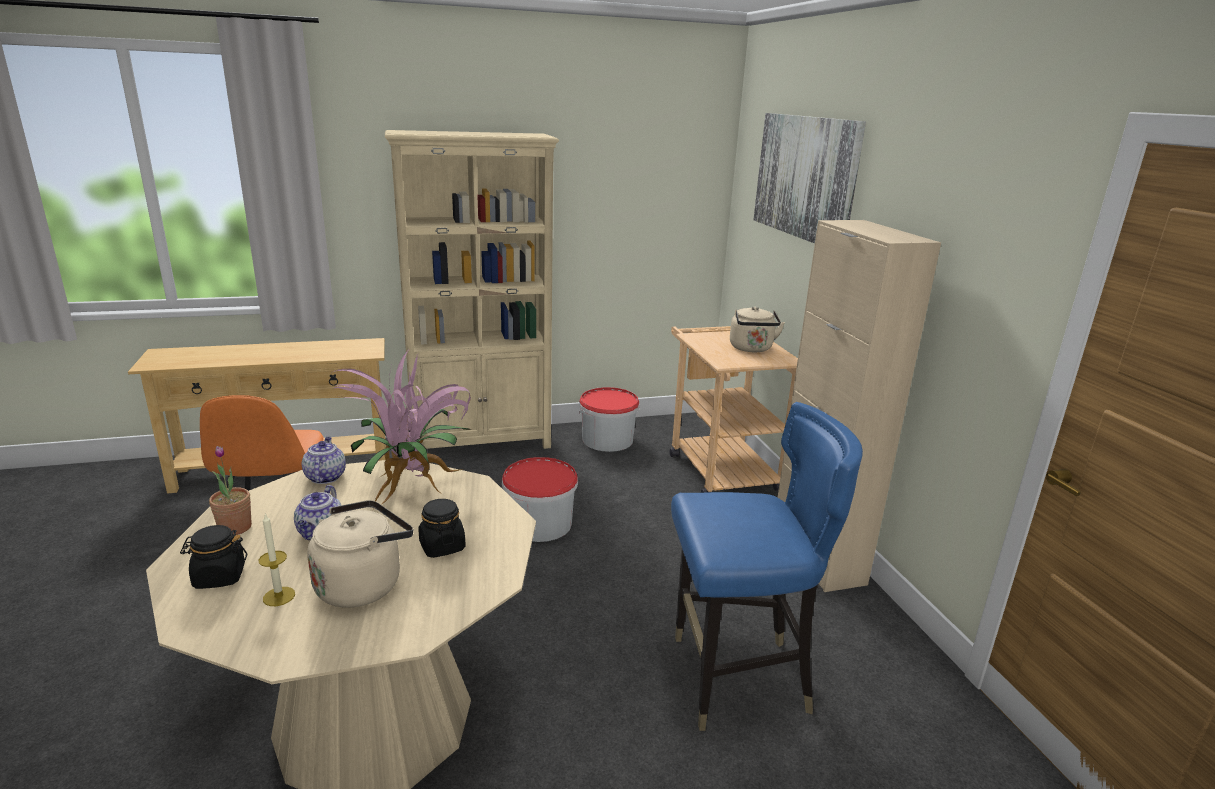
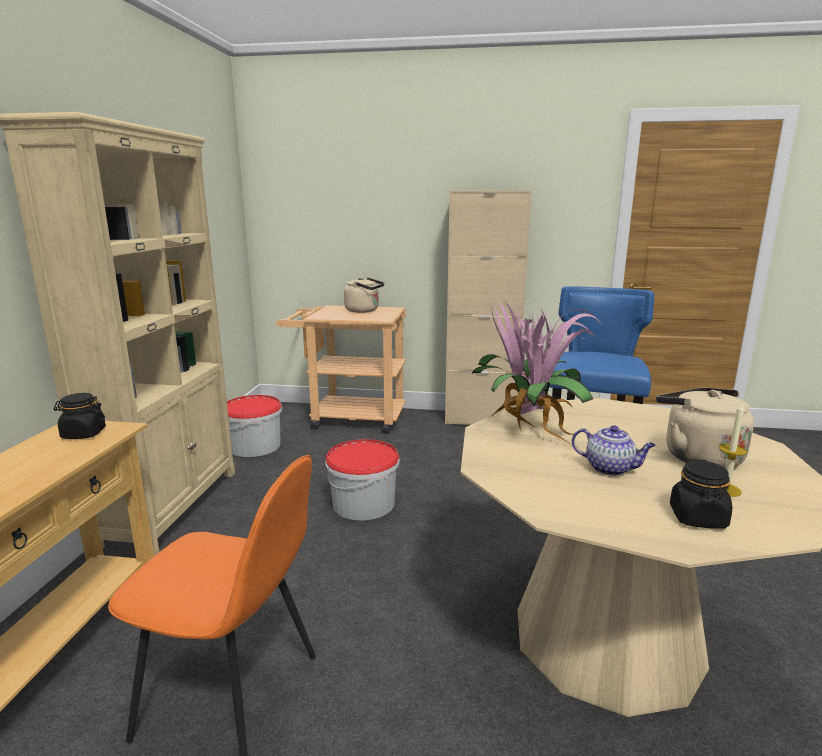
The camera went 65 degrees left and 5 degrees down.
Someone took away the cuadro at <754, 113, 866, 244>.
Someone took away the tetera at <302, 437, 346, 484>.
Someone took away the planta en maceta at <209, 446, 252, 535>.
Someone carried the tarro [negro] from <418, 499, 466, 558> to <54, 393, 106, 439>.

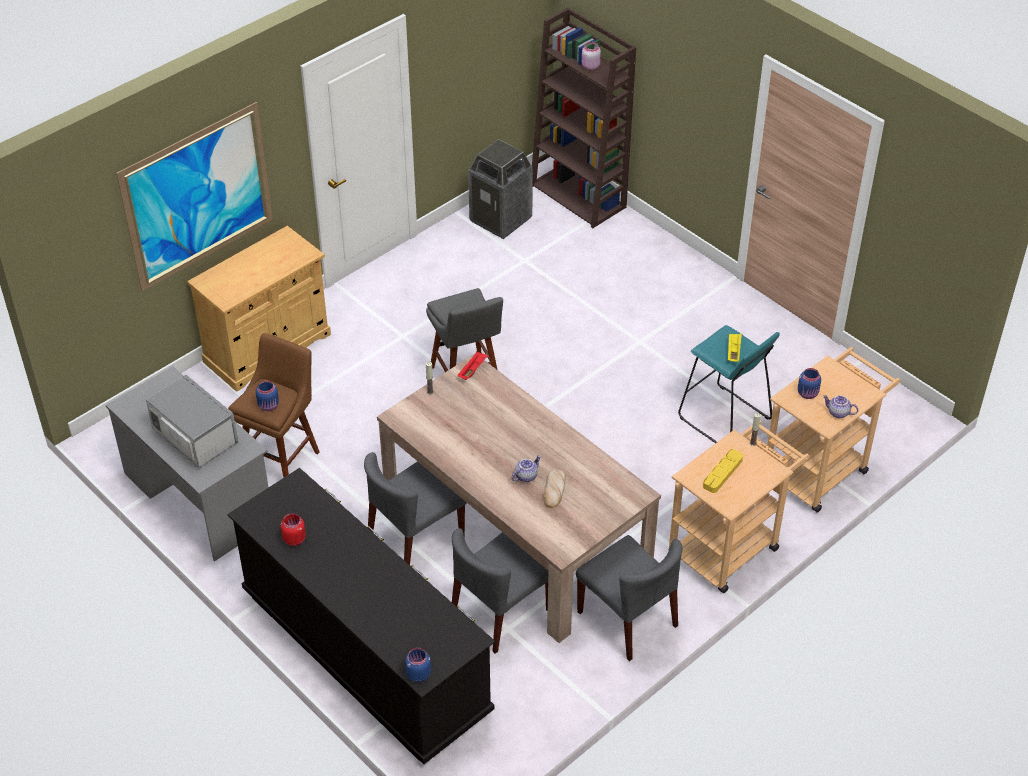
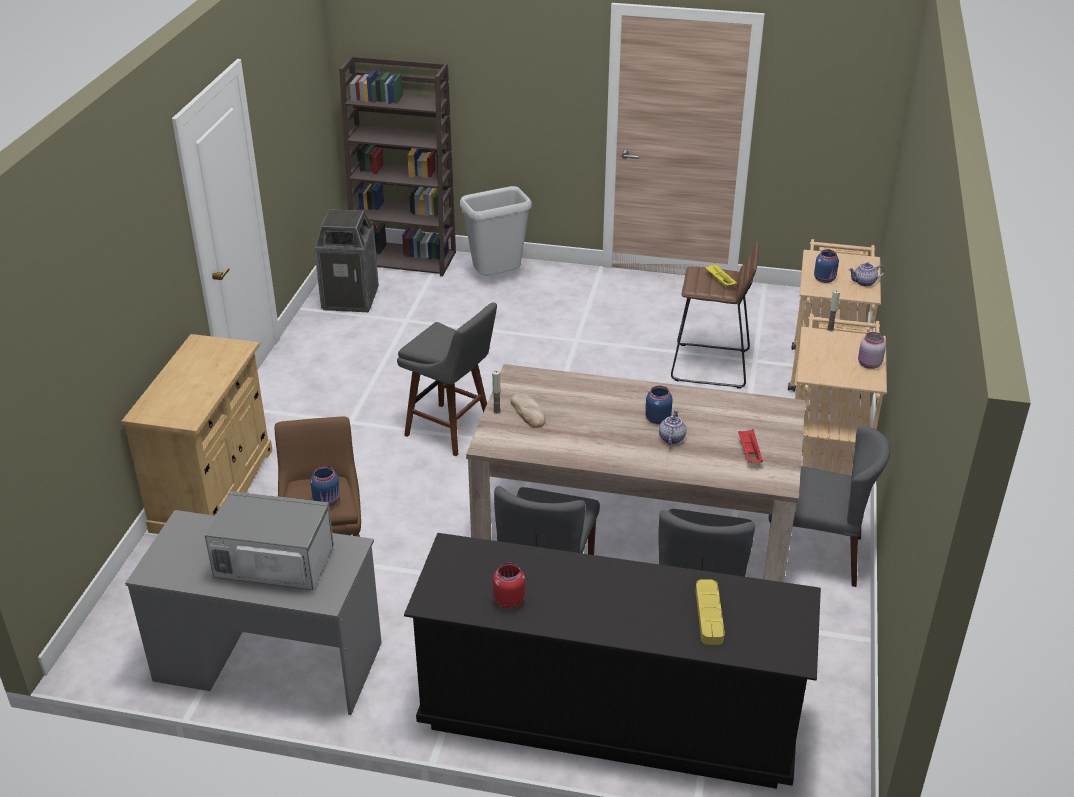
The camera went 35 degrees left and 10 degrees down.
Someone carried the tarro [rosa] from <582, 42, 601, 70> to <858, 332, 886, 369>.
Someone took away the cuadro at <116, 102, 273, 291>.
Someone repainted the taburete [turquesa] at <678, 325, 780, 443>, which became the taburete [marrón] at <671, 242, 759, 389>.
Someone carried the bandeja [rojo] from <458, 351, 489, 380> to <738, 429, 763, 462>.
Someone carried the bandeja [amarillo] from <703, 449, 743, 493> to <695, 579, 725, 645>.
Someone carried the pan from <543, 469, 566, 508> to <511, 393, 545, 428>.
Someone carried the tarro [azul] from <405, 648, 431, 682> to <645, 386, 673, 425>.
Someone put down the papelera [gris] at <460, 186, 532, 276>.

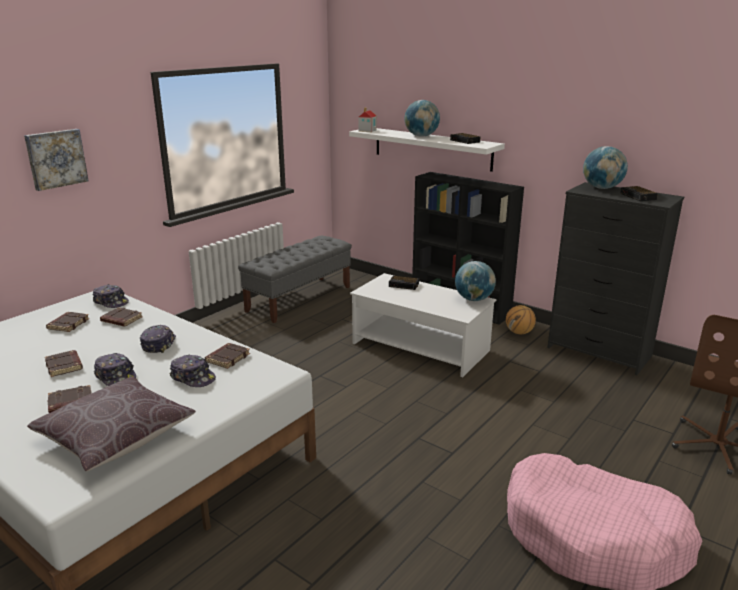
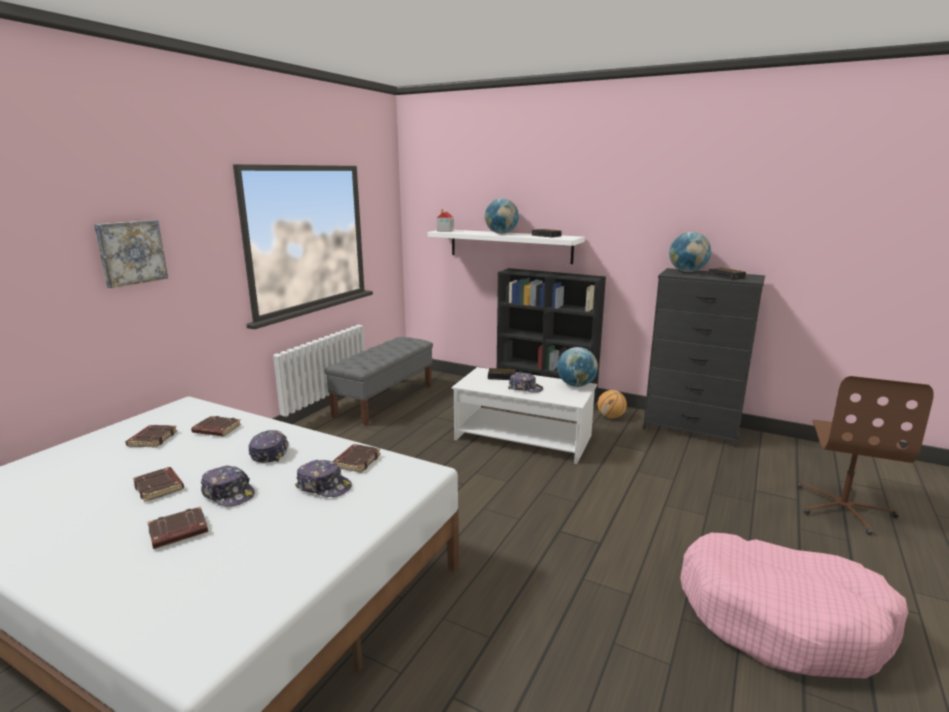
The camera went 10 degrees left and 5 degrees down.
Someone carried the gorra from <92, 284, 129, 308> to <508, 372, 543, 393>.
Someone took away the cojín [marrón] at <27, 377, 196, 472>.

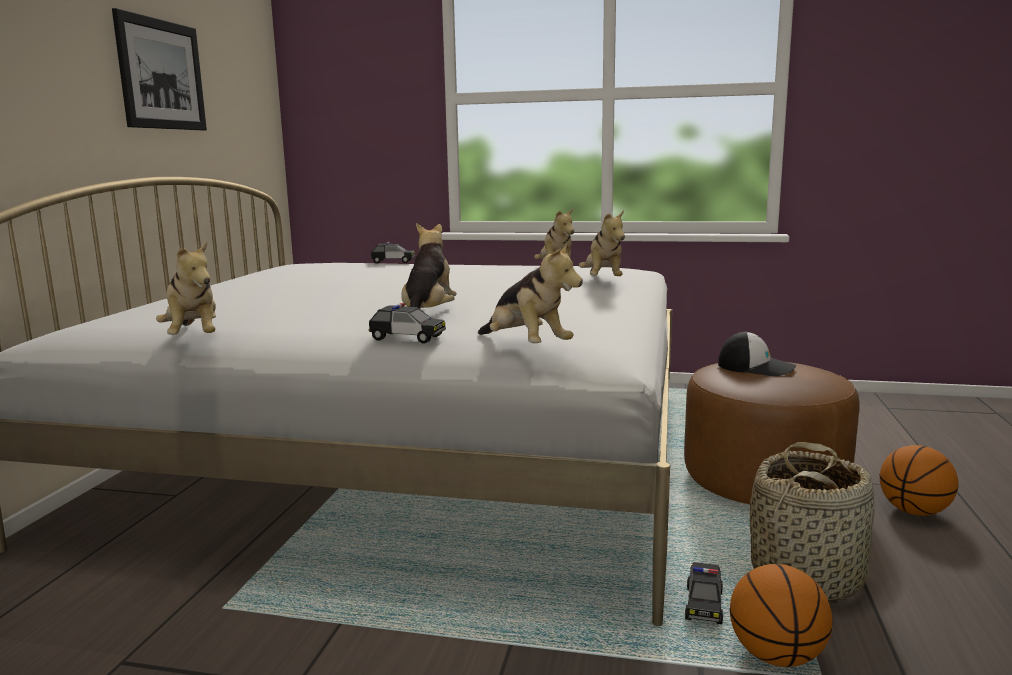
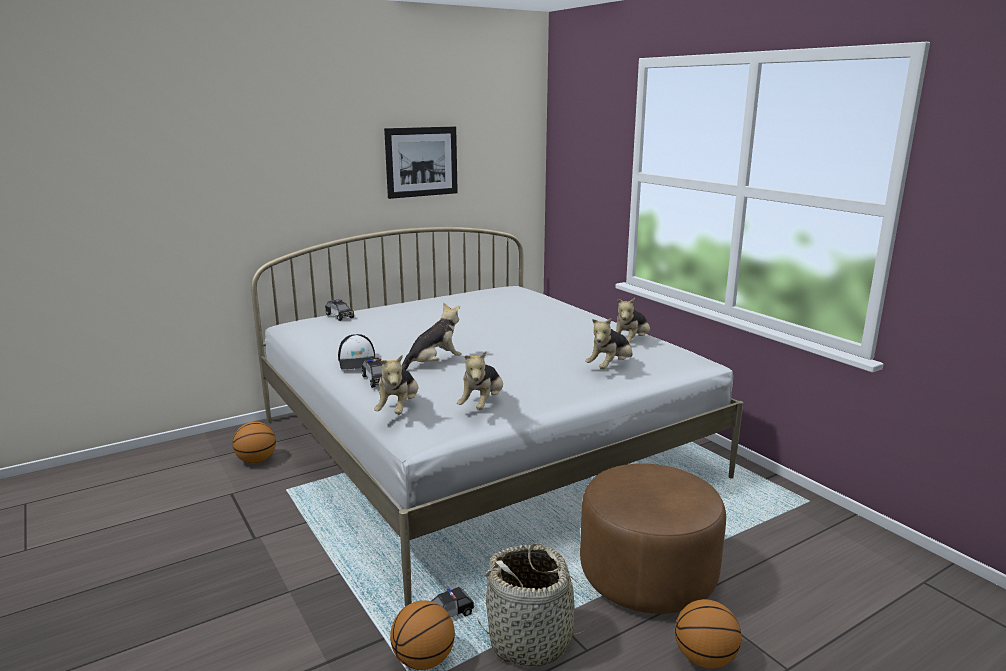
The camera went 45 degrees right and 5 degrees up.
Someone carried the peluche from <156, 241, 216, 335> to <457, 351, 503, 410>.
Someone carried the coche de juguete from <370, 242, 415, 263> to <325, 299, 354, 321>.
Someone carried the gorra from <718, 332, 796, 376> to <338, 334, 375, 370>.
Someone put down the balón de baloncesto at <232, 422, 276, 463>.

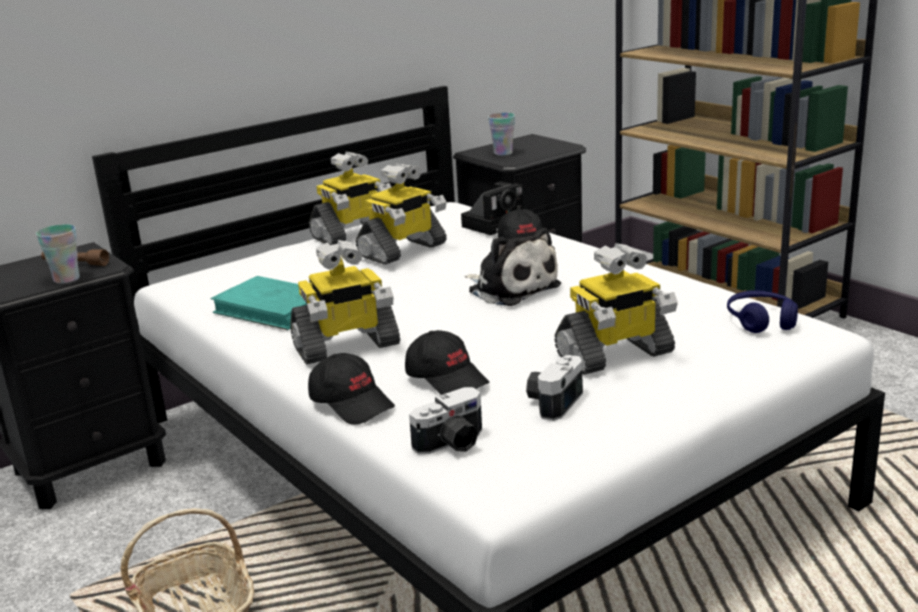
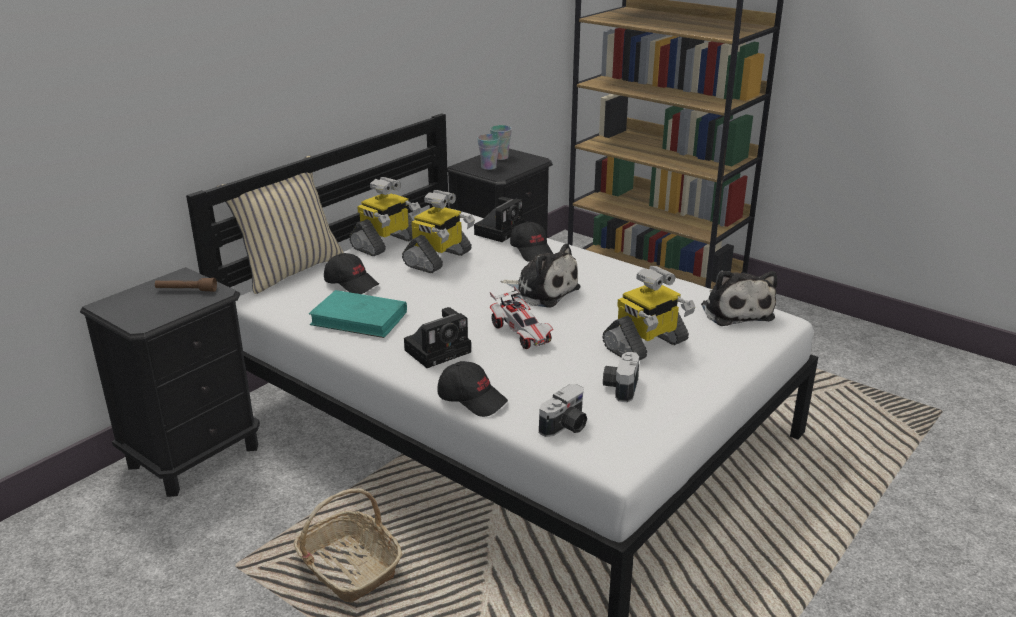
The camera went 15 degrees left and 5 degrees up.
Someone carried the taza from <36, 225, 80, 284> to <490, 125, 512, 160>.
Someone swapped the robot de juguete at <290, 240, 400, 364> for the cámara at <404, 307, 471, 368>.
Someone swapped the auriculares [azul] at <727, 290, 798, 333> for the peluche at <701, 270, 777, 326>.
Someone carried the gorra [negro] from <405, 330, 489, 395> to <324, 253, 379, 294>.
Someone put down the cojín [beis] at <217, 155, 344, 294>.
Someone put down the coche de juguete at <490, 286, 553, 349>.

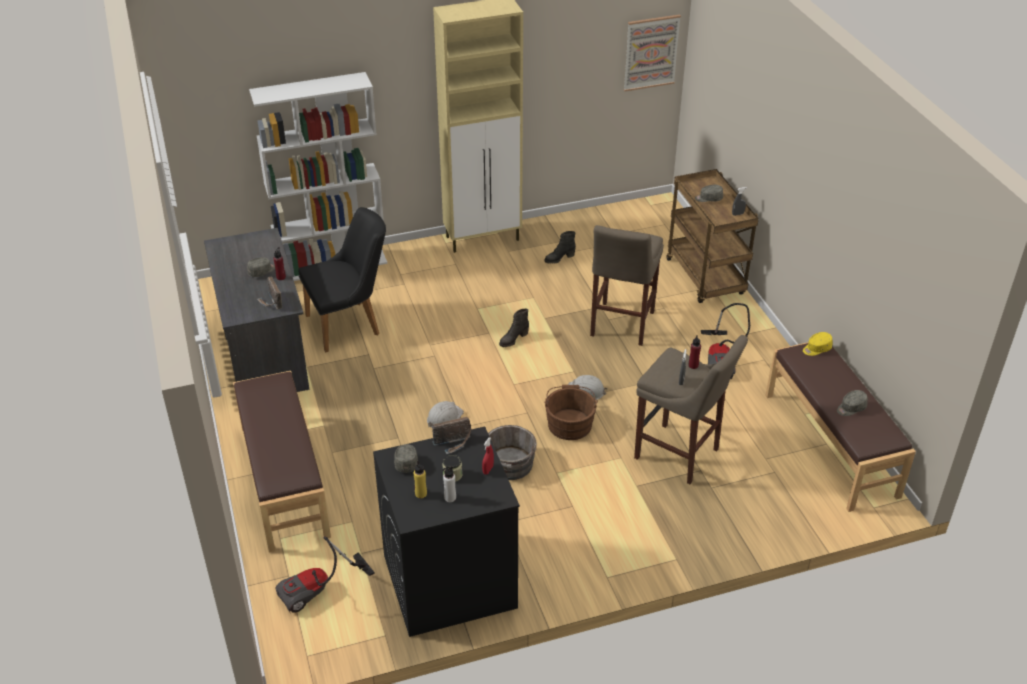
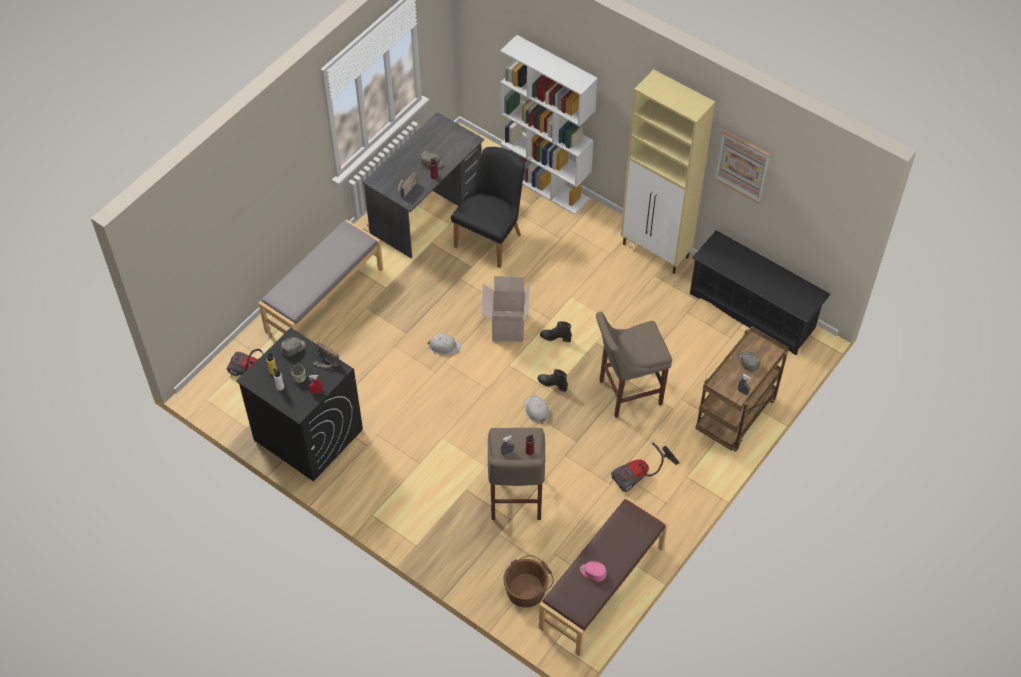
The camera went 55 degrees right and 15 degrees up.
Someone carried the cuadro from <624, 14, 681, 91> to <715, 130, 770, 203>.
Someone rotated the silla [negro] at <298, 207, 386, 353> by 90 degrees counterclockwise.
Someone carried the bota [negro] from <544, 231, 576, 264> to <537, 369, 568, 392>.
Someone took away the gorra [amarillo] at <803, 332, 832, 356>.
Someone repainted the banco [marrón] at <233, 371, 331, 553>, which became the banco [gris] at <258, 219, 383, 334>.
Someone carried the cubo [marrón] from <544, 385, 598, 440> to <503, 555, 554, 608>.
Someone repainted the gorra [gris] at <837, 390, 868, 416>, which became the gorra [rosa] at <580, 561, 607, 582>.
Someone took away the cubo [gris] at <488, 425, 537, 480>.
Someone put down the zapatero [negro] at <690, 230, 831, 355>.
Someone put down the caja de cartón at <481, 276, 530, 342>.

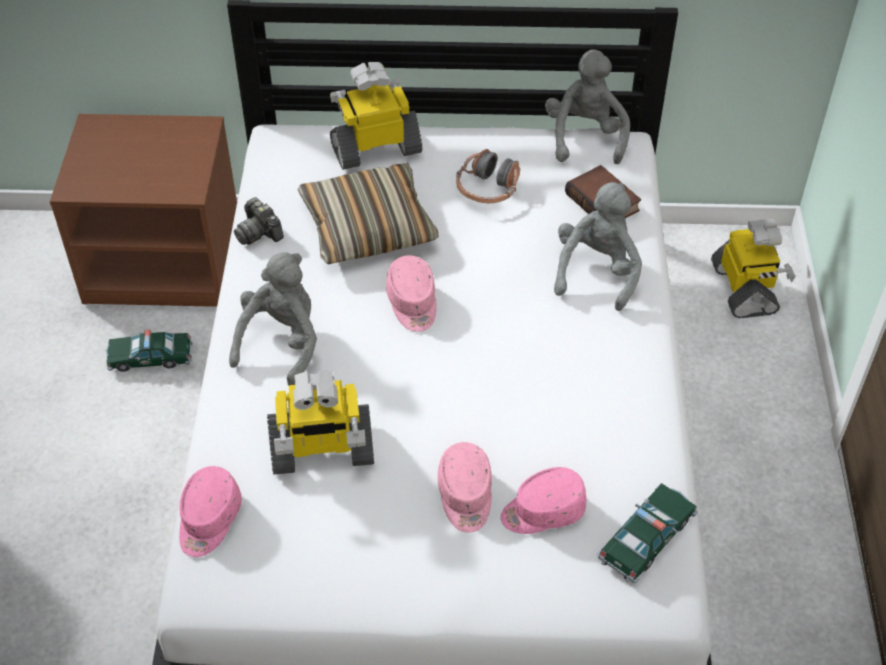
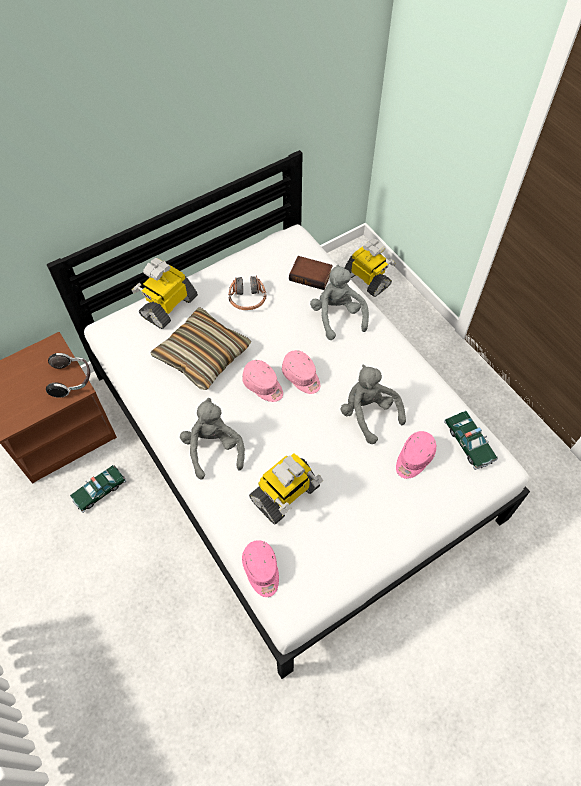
The camera went 35 degrees left and 10 degrees up.
Someone carried the peluche [gris] from <545, 49, 630, 164> to <340, 364, 406, 444>.
Someone took away the cámara at <234, 197, 284, 245>.
Someone carried the gorra [rosa] from <438, 442, 492, 533> to <282, 350, 320, 394>.
Someone rotated the coche de juguete at <597, 483, 698, 583> by 150 degrees clockwise.
Someone put down the auriculares at <46, 353, 90, 398>.

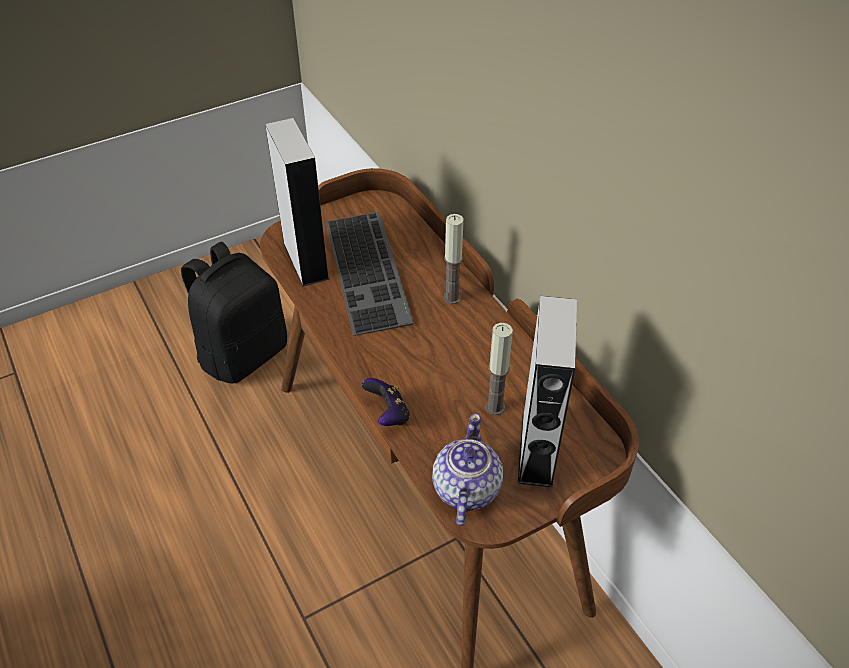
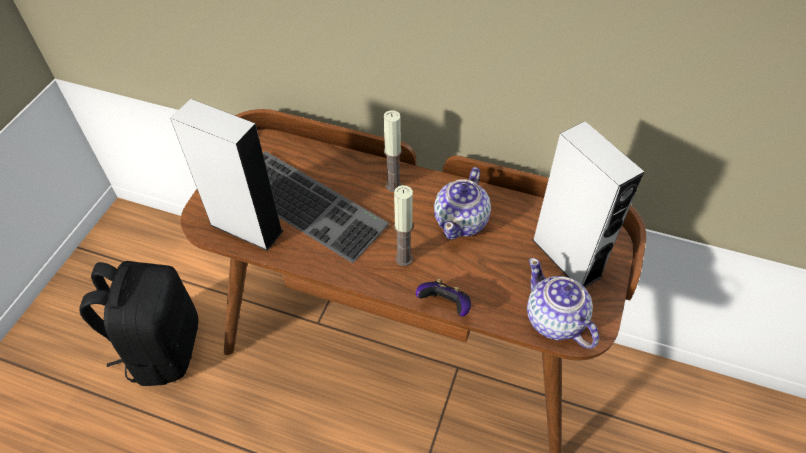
The camera went 40 degrees left and 5 degrees up.
Someone carried the vela from <485, 323, 513, 415> to <394, 185, 413, 266>.
Someone put down the tetera at <434, 167, 491, 239>.

